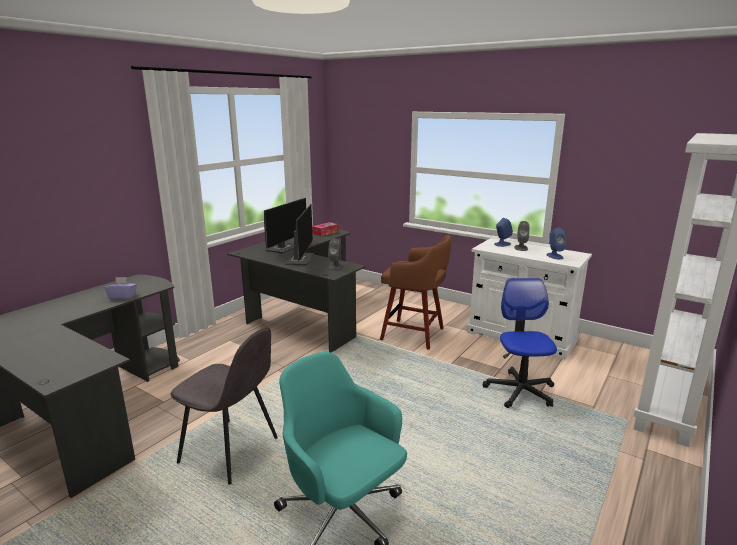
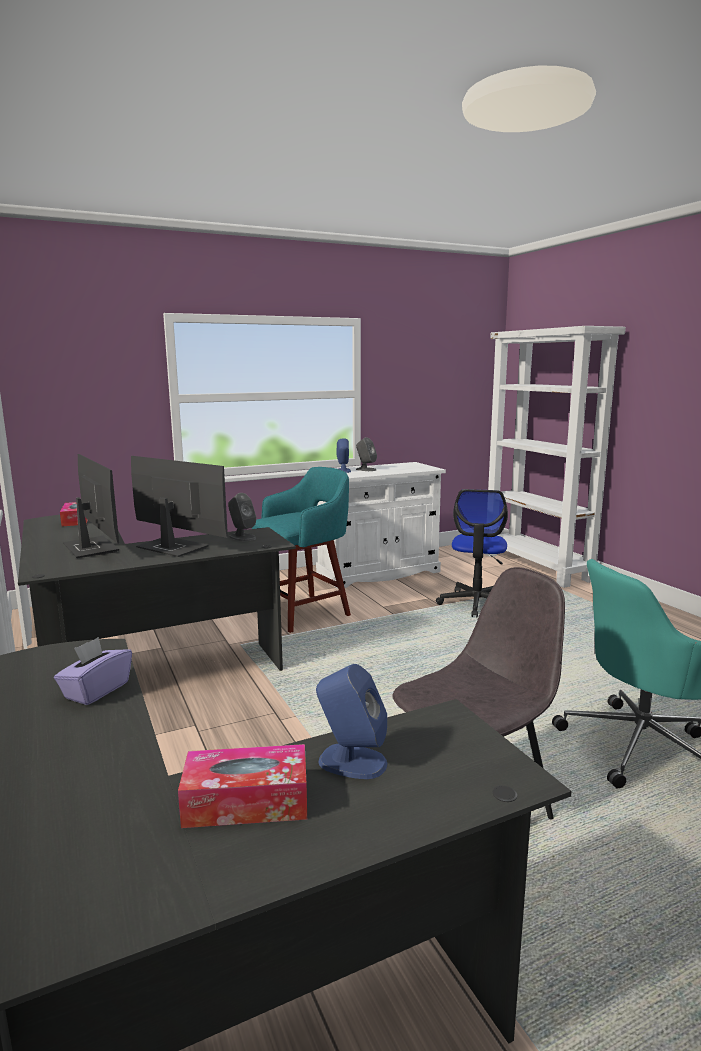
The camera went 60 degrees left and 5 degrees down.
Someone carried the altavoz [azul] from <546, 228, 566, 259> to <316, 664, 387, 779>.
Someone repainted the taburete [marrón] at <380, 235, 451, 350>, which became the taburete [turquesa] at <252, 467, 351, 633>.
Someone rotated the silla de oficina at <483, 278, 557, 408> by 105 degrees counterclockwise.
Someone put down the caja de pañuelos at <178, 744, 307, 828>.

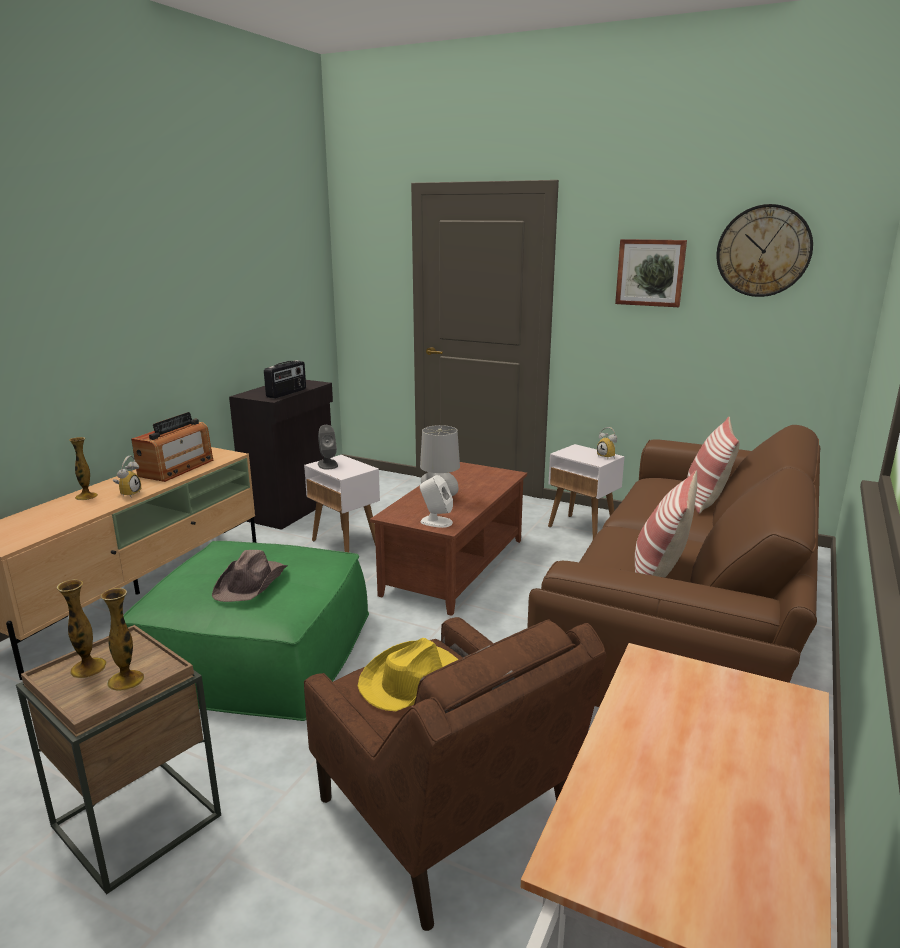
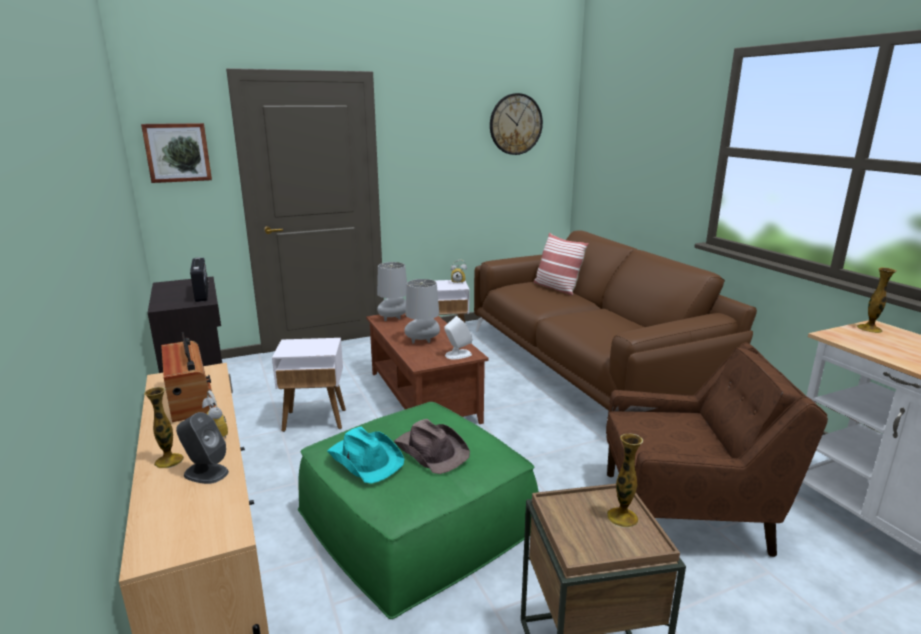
The camera went 50 degrees left and 0 degrees up.
Someone carried the cuadro from <615, 239, 687, 307> to <141, 123, 212, 183>.
Someone carried the altavoz [gris] from <318, 425, 338, 470> to <176, 412, 229, 484>.
Someone took away the cojín at <635, 471, 697, 578>.
Someone carried the florero from <57, 579, 107, 678> to <857, 267, 896, 333>.
Someone took away the sombrero [amarillo] at <358, 638, 458, 711>.
Someone put down the lámpara de mesa [gris] at <377, 262, 407, 321>.
Someone put down the sombrero [turquesa] at <327, 427, 404, 483>.

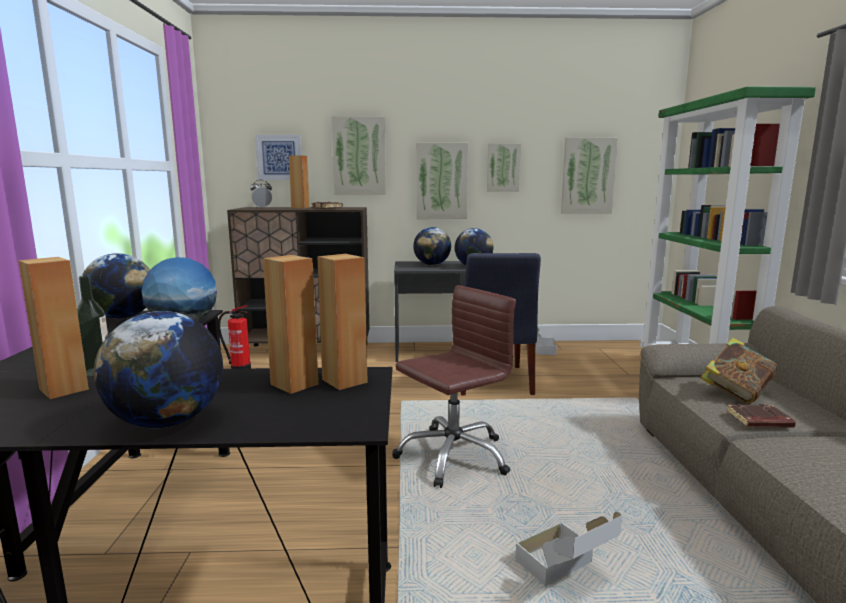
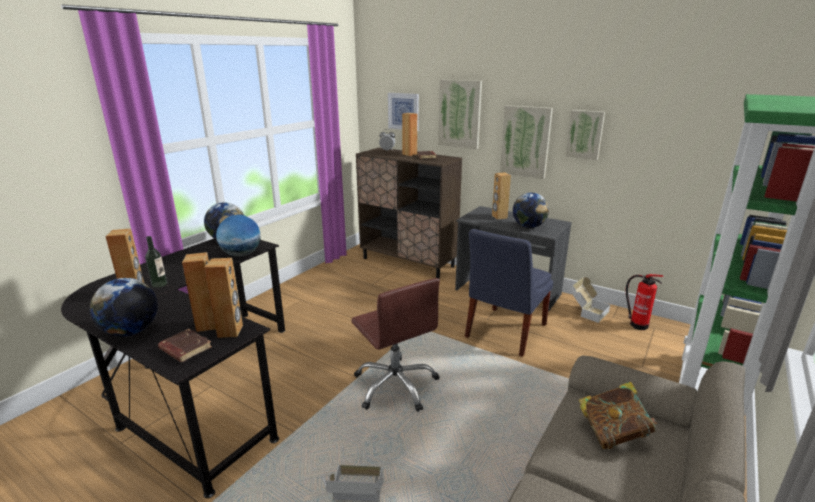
The camera went 35 degrees right and 10 degrees up.
Someone took away the cuadro at <561, 137, 618, 214>.
Someone swapped the globo terráqueo at <413, 227, 451, 265> for the altavoz [marrón] at <492, 172, 511, 220>.
Someone rotated the silla de oficina [marrón] at <392, 285, 516, 488> by 60 degrees clockwise.
Someone carried the extintor from <218, 305, 251, 369> to <626, 274, 663, 330>.
Someone carried the libro [marrón] from <726, 404, 796, 428> to <158, 329, 212, 362>.

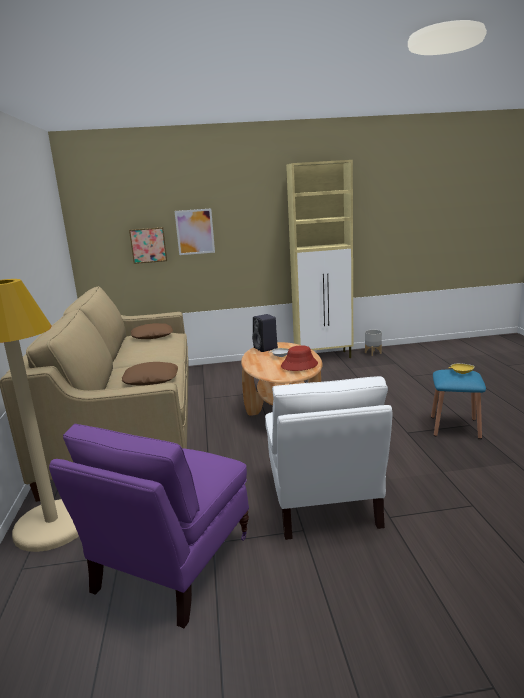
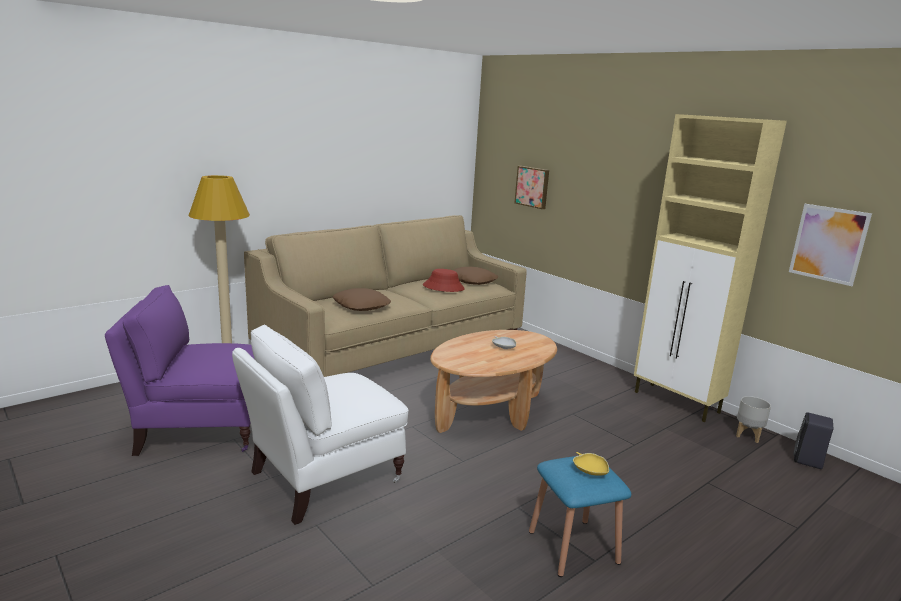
The camera went 55 degrees right and 0 degrees up.
Someone carried the cuadro from <175, 209, 215, 255> to <789, 204, 872, 286>.
Someone carried the altavoz [negro] from <252, 314, 278, 352> to <793, 412, 833, 469>.
Someone carried the sombrero [rojo] from <281, 345, 318, 371> to <423, 269, 465, 292>.

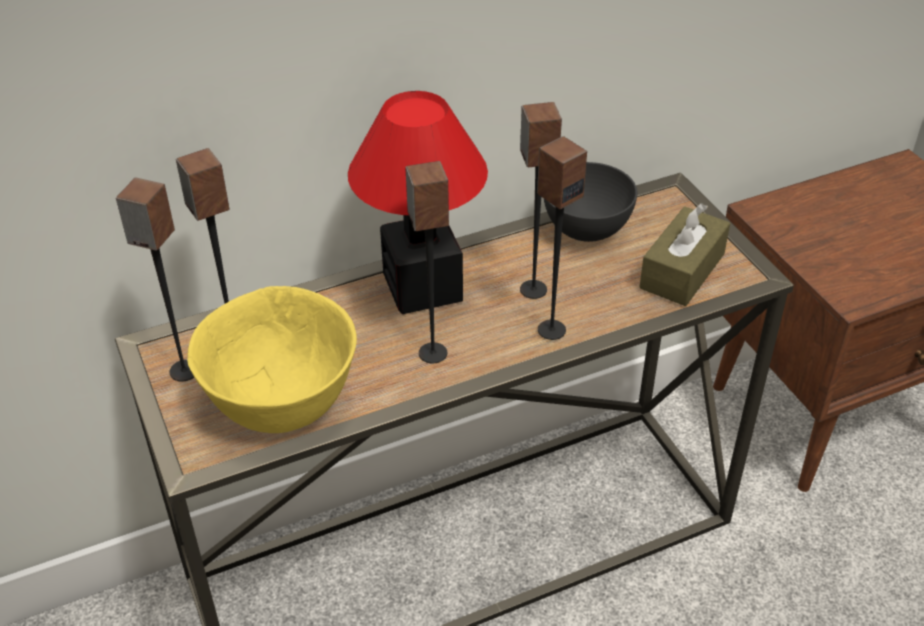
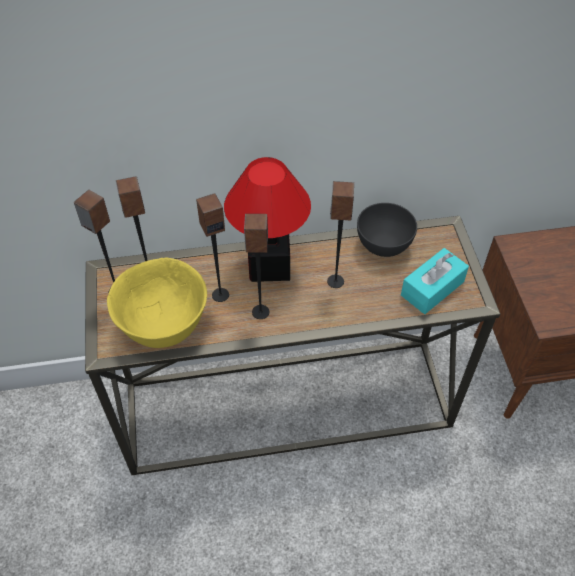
The camera went 15 degrees right and 10 degrees up.
Someone carried the altavoz from <537, 136, 587, 340> to <196, 193, 229, 302>.
Someone repainted the caja de pañuelos [marrón] at <639, 203, 730, 306>, which became the caja de pañuelos [turquesa] at <401, 248, 469, 314>.

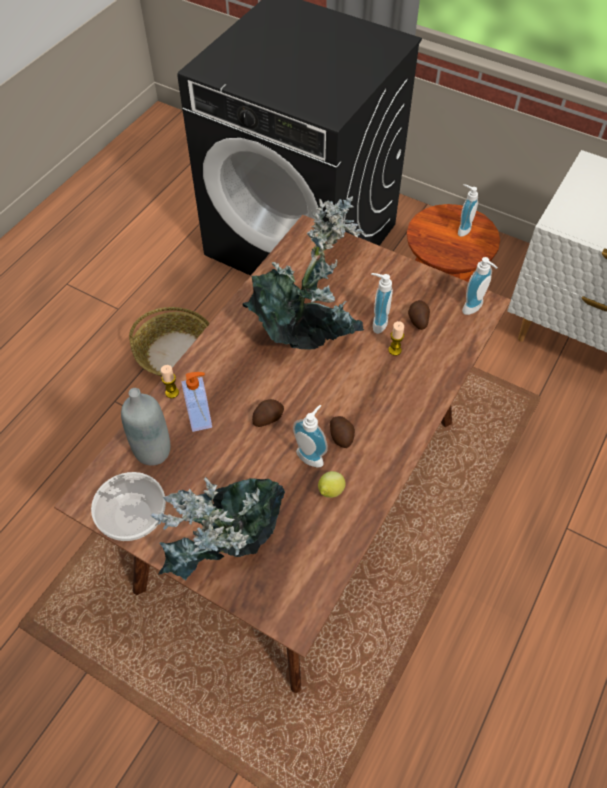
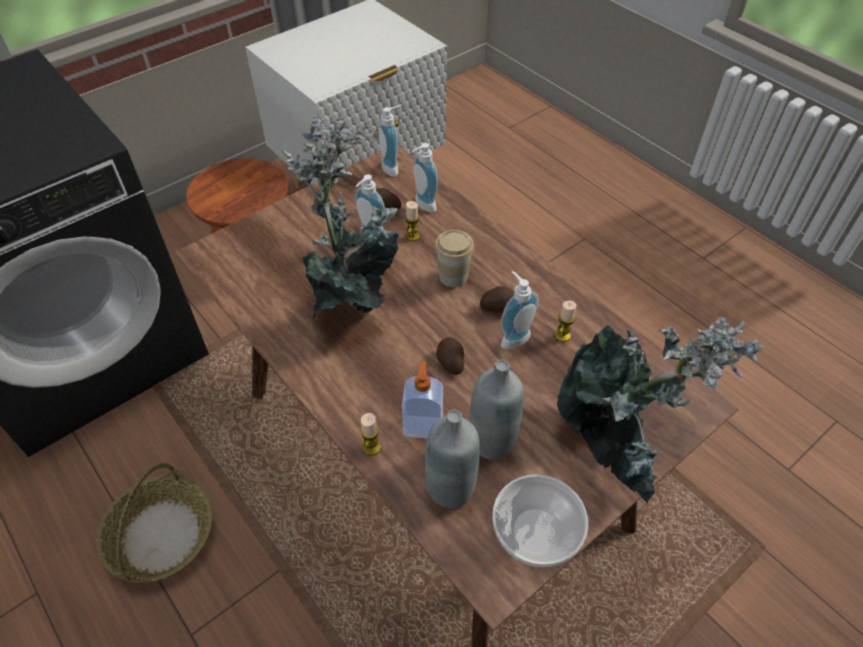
The camera went 70 degrees left and 5 degrees down.
Someone carried the dispensador de jabón from <458, 184, 478, 237> to <412, 143, 438, 213>.
Someone swapped the limón at <318, 471, 346, 498> for the vela at <555, 301, 576, 342>.
Someone put down the taza at <435, 230, 474, 287>.
Someone put down the botella [gris] at <469, 359, 524, 460>.

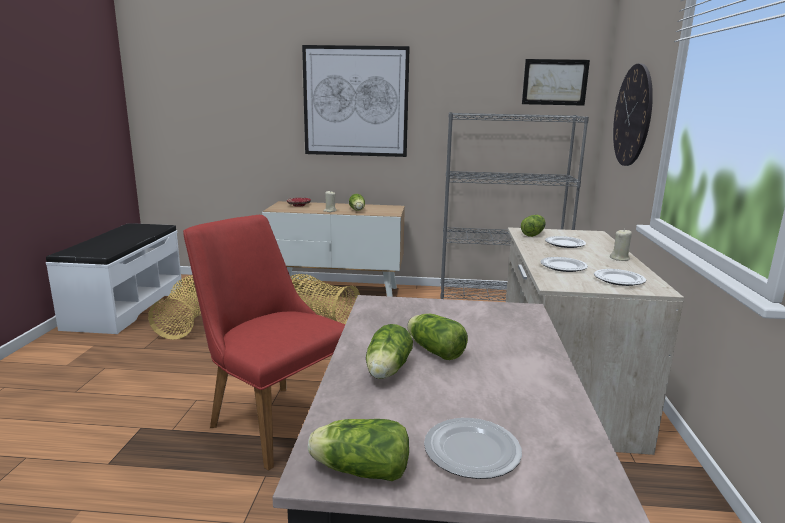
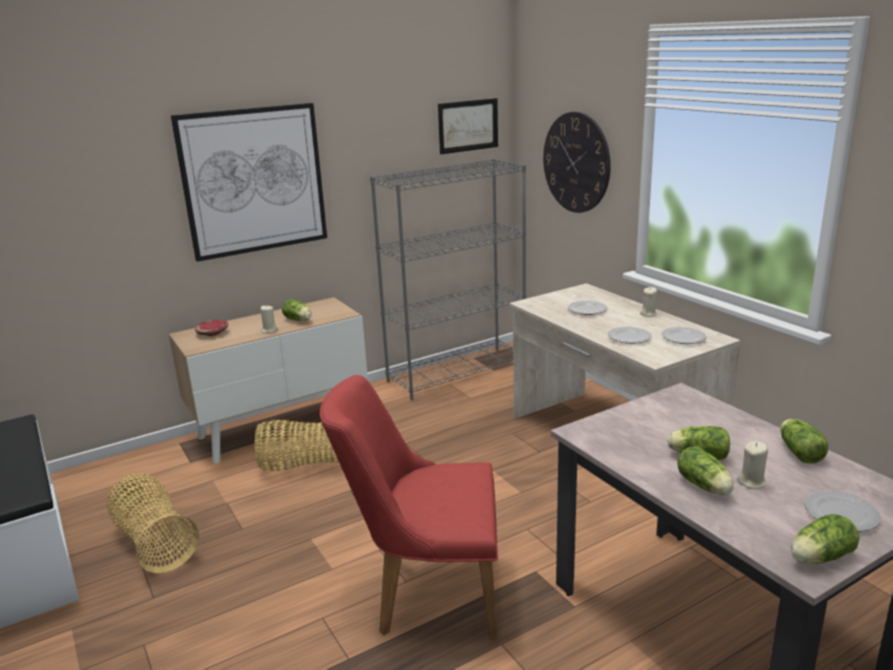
The camera went 35 degrees left and 5 degrees up.
Someone carried the lechuga from <521, 215, 546, 237> to <780, 419, 828, 464>.
Someone put down the vela [beis] at <737, 441, 768, 489>.

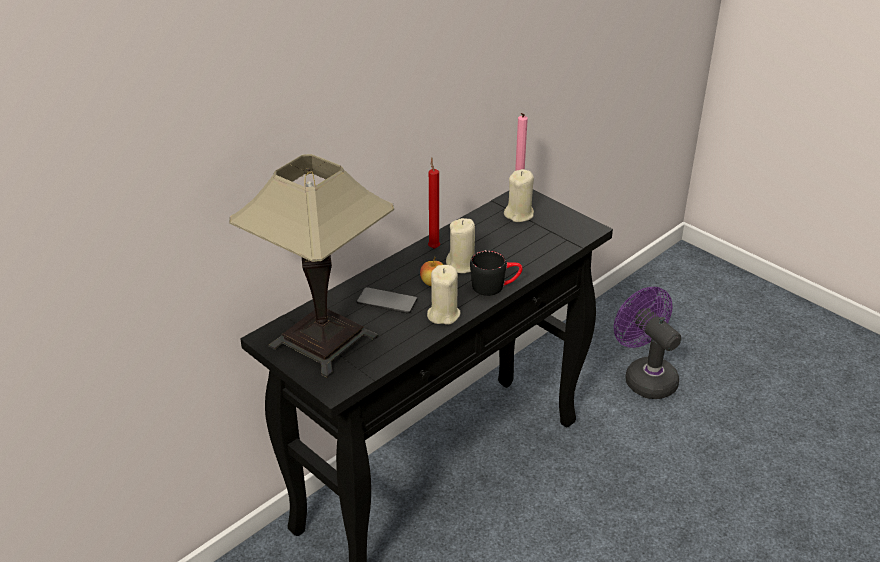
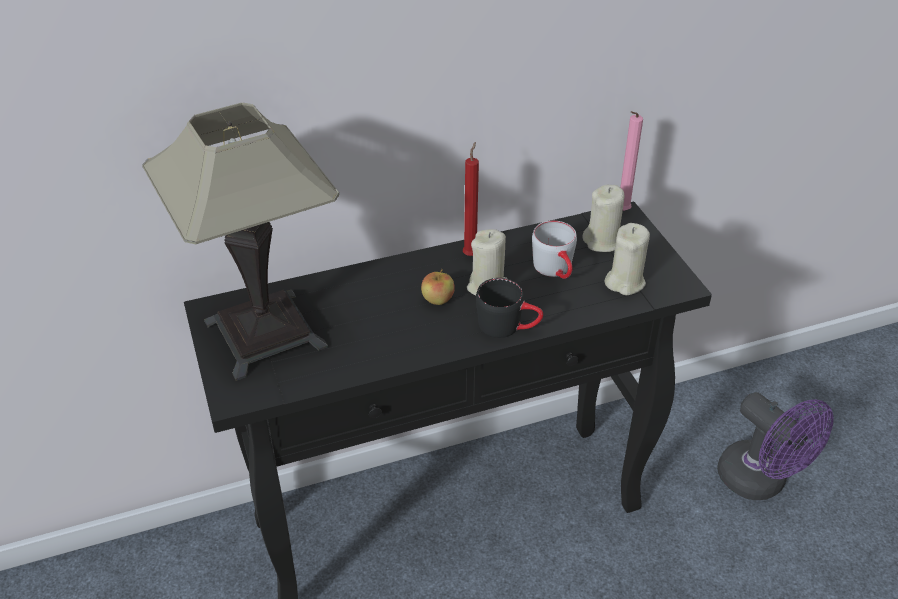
The camera went 25 degrees right and 5 degrees up.
Someone carried the vela [beis] from <427, 265, 461, 325> to <604, 223, 650, 295>.
Someone took away the móvil at <356, 287, 418, 314>.
Someone rotated the ventilador [morado] at <614, 287, 681, 399> by 150 degrees clockwise.
Someone put down the taza grande [gris] at <532, 221, 577, 279>.

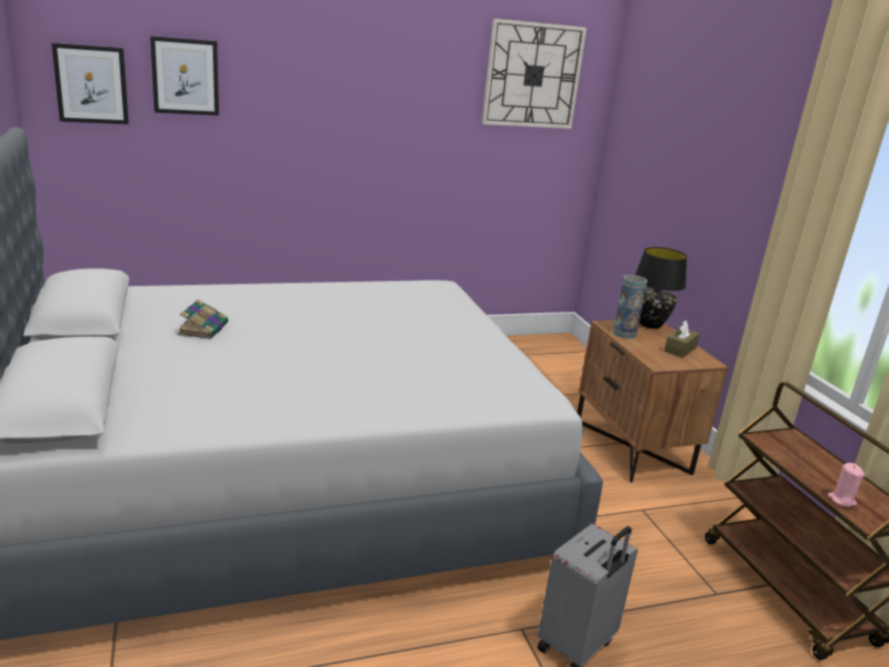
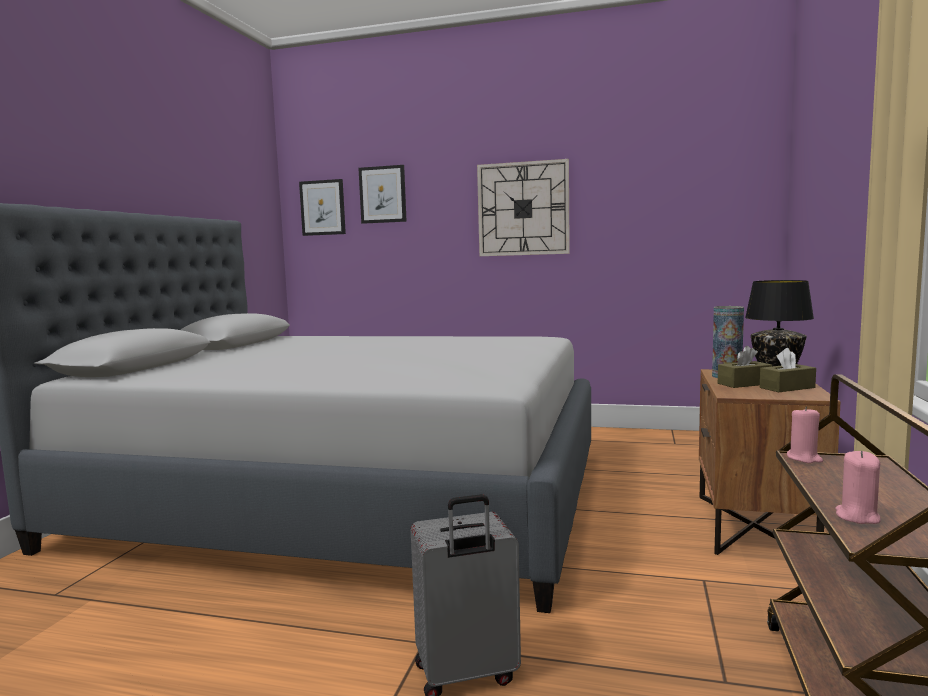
The camera went 35 degrees right and 15 degrees down.
Someone carried the reloj de pared from <482, 18, 587, 129> to <477, 159, 570, 256>.
Someone took away the libro at <178, 299, 228, 339>.
Someone put down the caja de pañuelos [marrón] at <718, 346, 772, 388>.
Someone put down the vela [rosa] at <787, 406, 823, 463>.

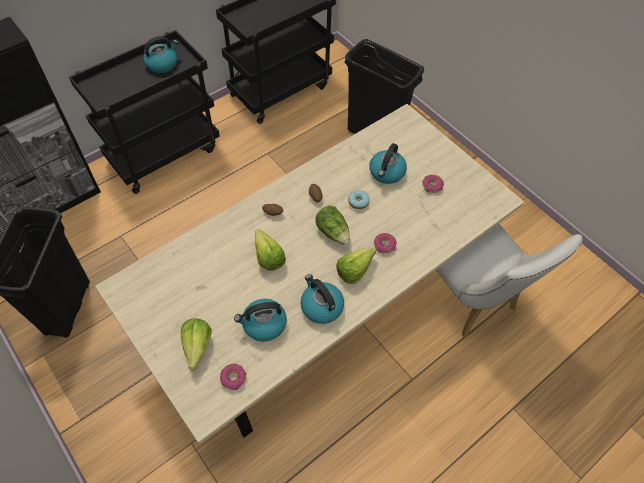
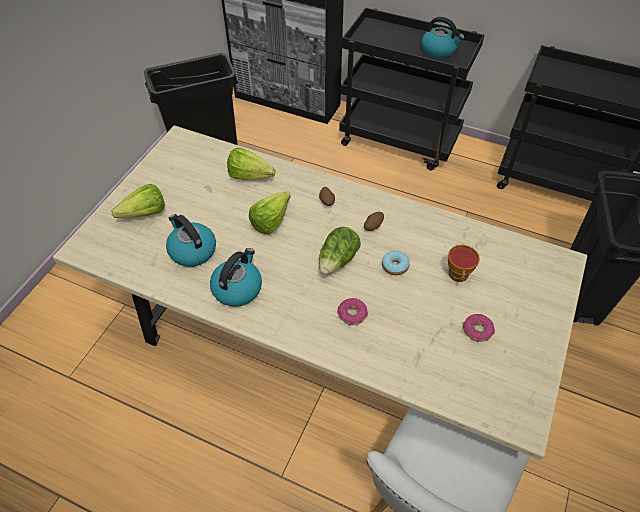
The camera went 65 degrees right and 5 degrees down.
Someone swapped the hervidor at <369, 143, 407, 184> for the taza at <448, 245, 480, 282>.
Someone carried the lechuga from <336, 247, 376, 284> to <227, 147, 275, 180>.
Someone took away the rosquilla at <220, 364, 247, 390>.

